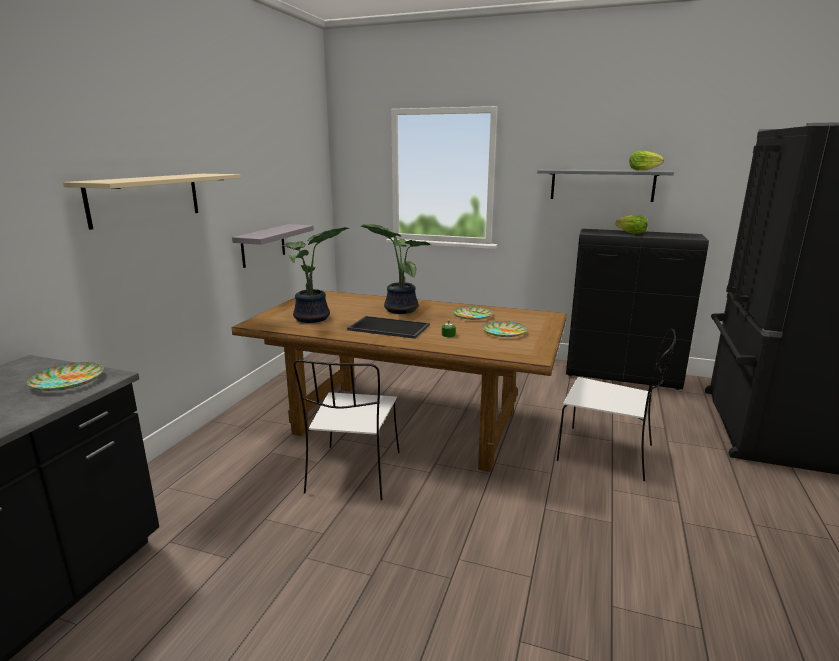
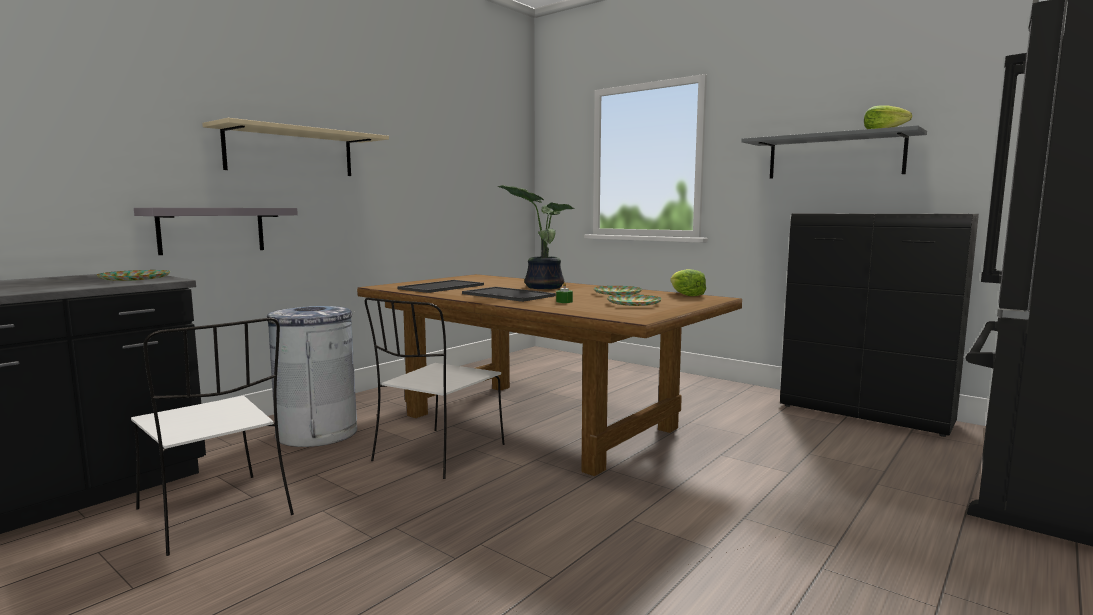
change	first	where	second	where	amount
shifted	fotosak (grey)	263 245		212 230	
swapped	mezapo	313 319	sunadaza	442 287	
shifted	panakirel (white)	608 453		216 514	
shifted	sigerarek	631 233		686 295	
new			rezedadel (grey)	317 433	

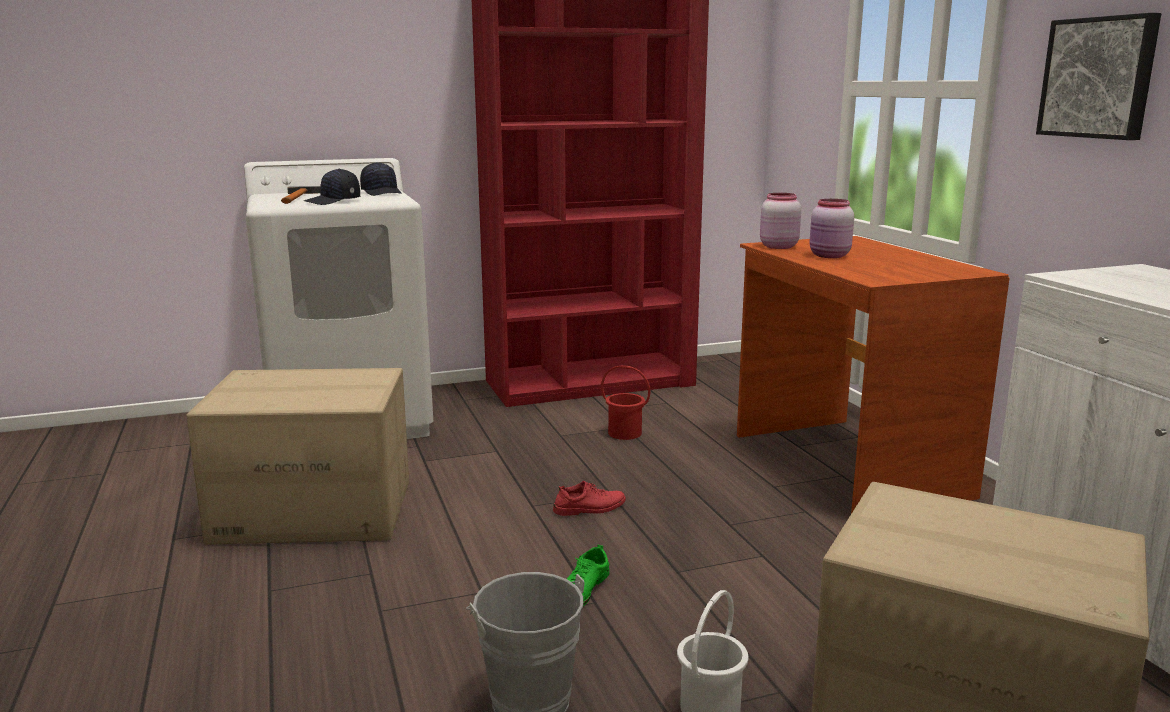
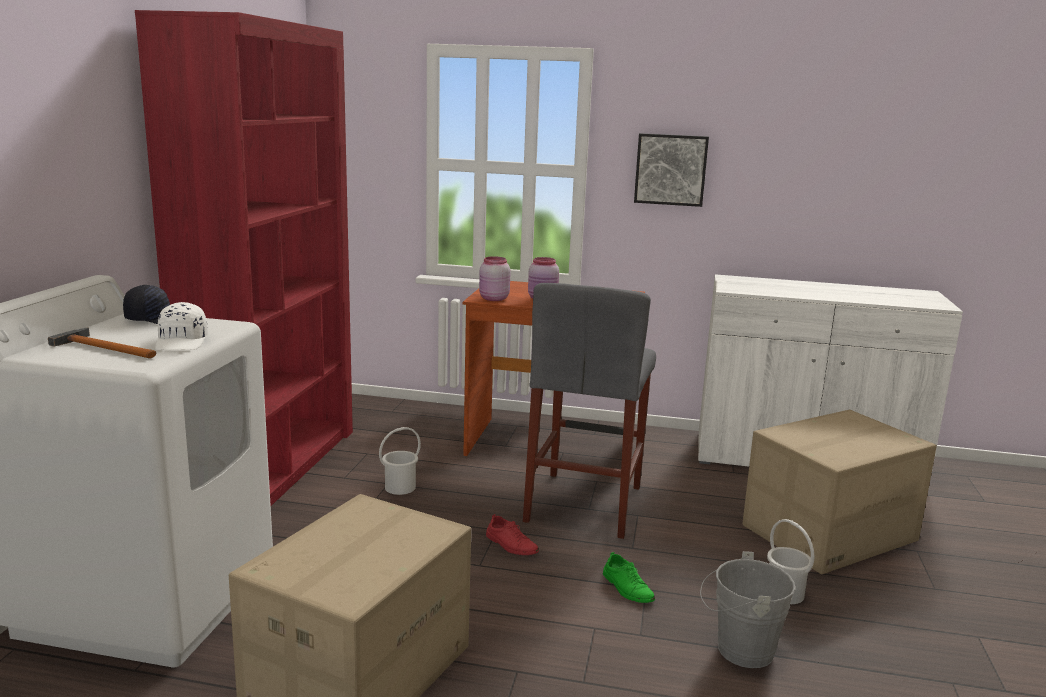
change	first	where	second	where	amount
repainted	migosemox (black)	333 201	migosemox (white)	182 342	
rotated	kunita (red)	590 508		511 545	120 degrees clockwise
repainted	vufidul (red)	624 433	vufidul (white)	399 487	
new			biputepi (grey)	584 503	

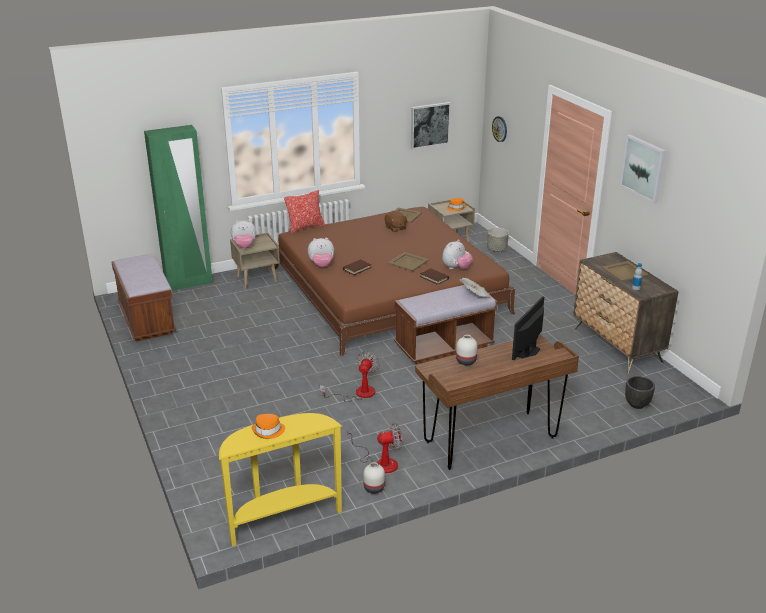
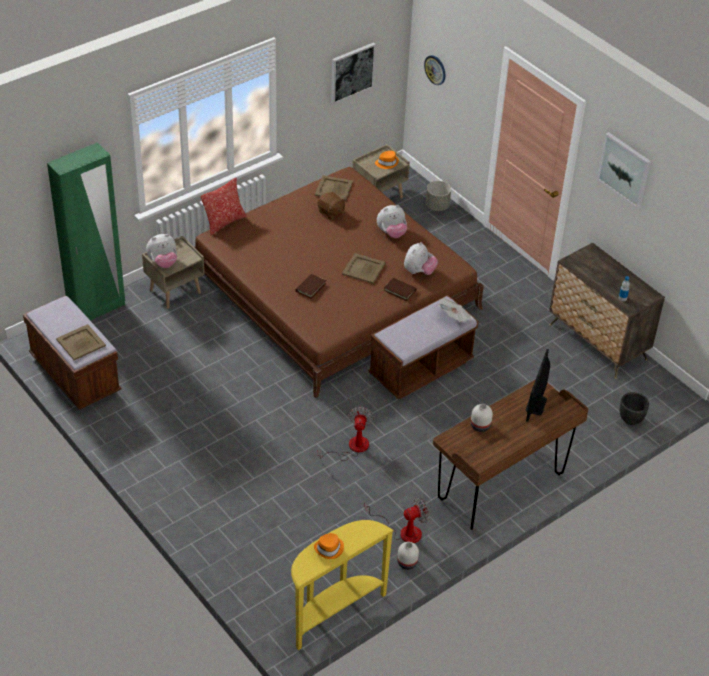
change	first	where	second	where	amount
shifted	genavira	321 265		391 233	
shifted	sunadaza (beige)	624 272		80 343	

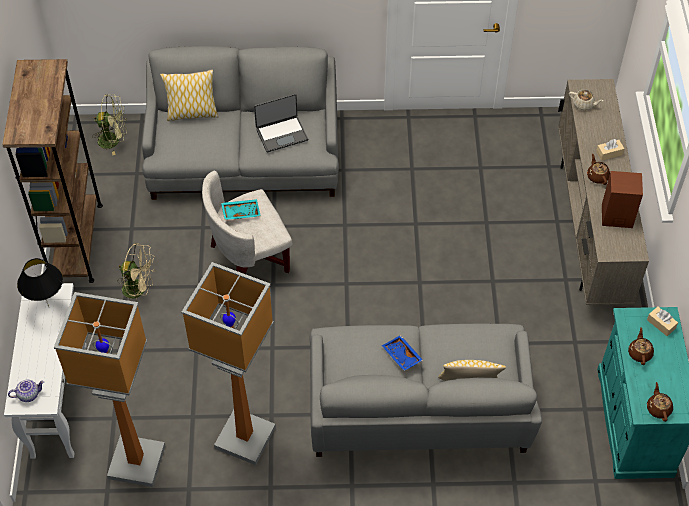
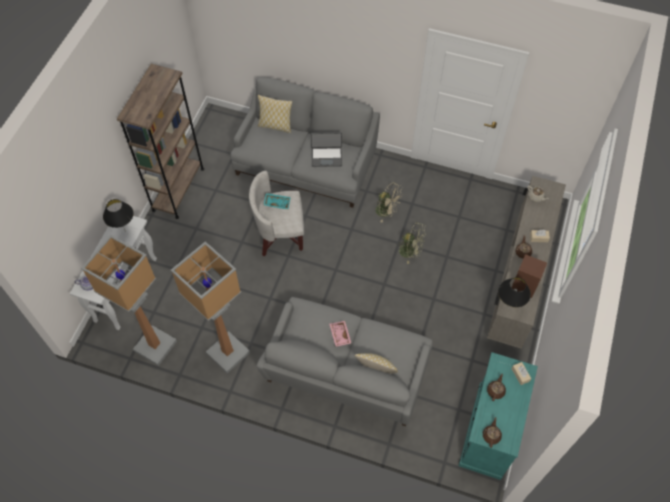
change	first	where	second	where	amount
shifted	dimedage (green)	113 140		410 251	
shifted	dimedage (beige)	139 289		386 211	
repainted	sunadaza (blue)	401 356	sunadaza (pink)	339 335	
new			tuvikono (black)	507 308	

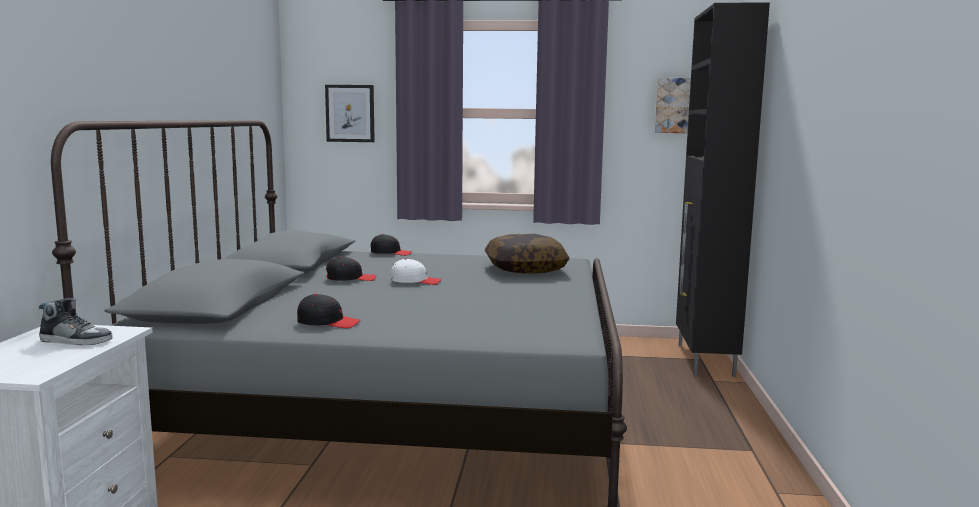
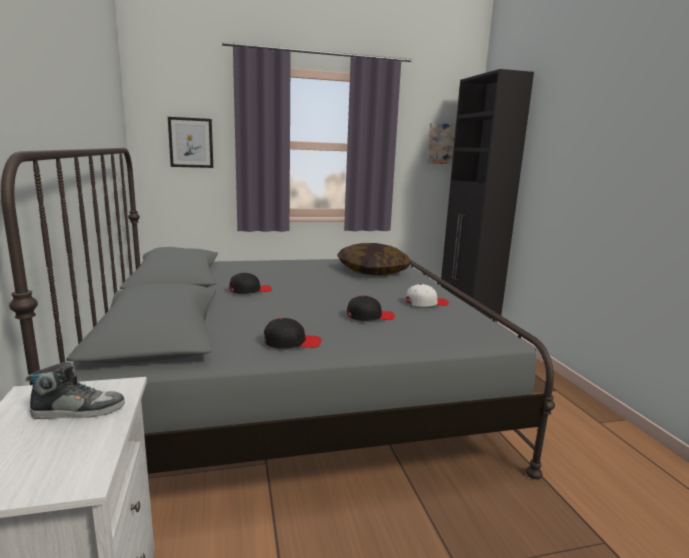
change	first	where	second	where	amount
shifted	migosemox (black)	390 253		370 317	
shifted	migosemox (white)	415 281		426 303	

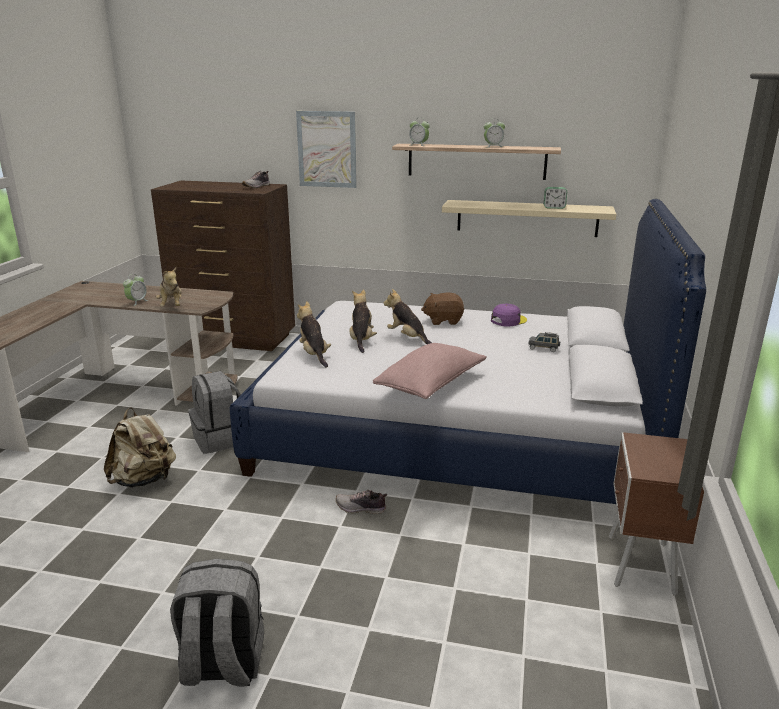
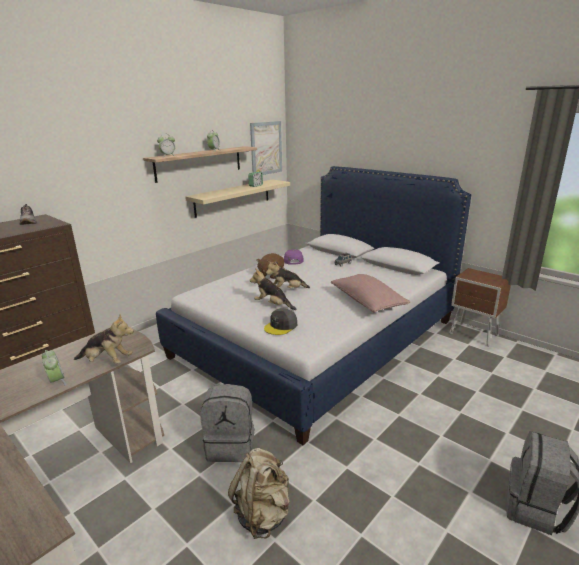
change	first	where	second	where	amount
shifted	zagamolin	327 149		266 148	
swapped	genavira	314 354	migosemox (grey)	281 326	
gone	kunita	361 508			

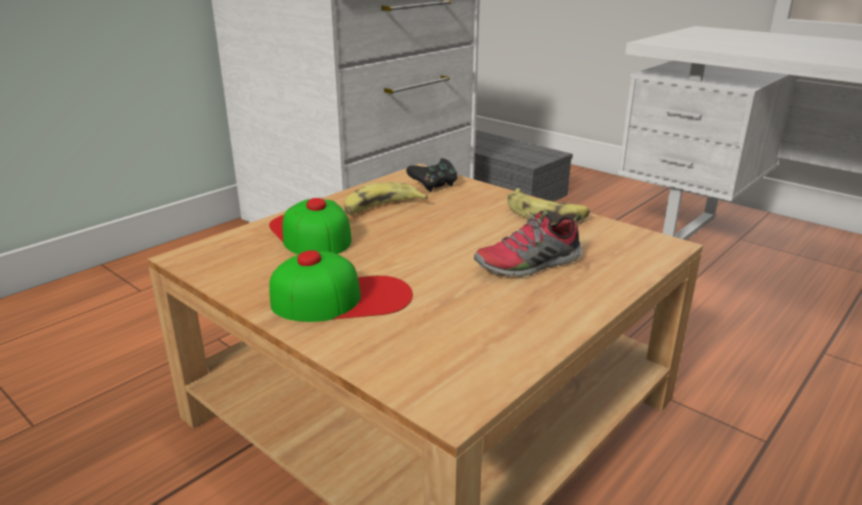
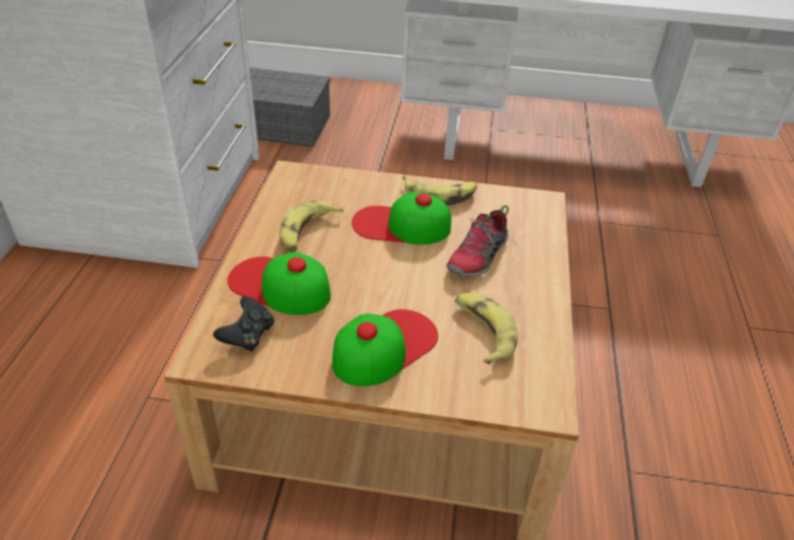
change	first	where	second	where	amount
shifted	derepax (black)	434 185		248 336	
new			migosemox	401 225	
new			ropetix	483 332	

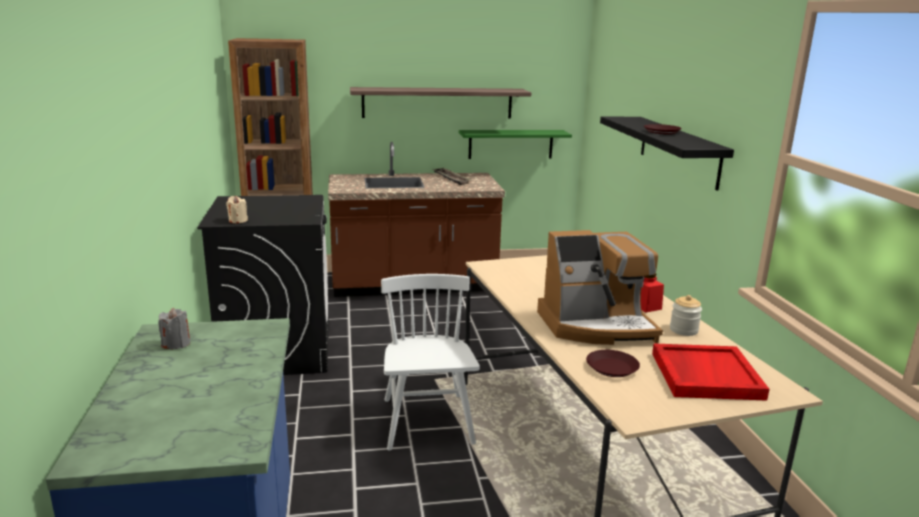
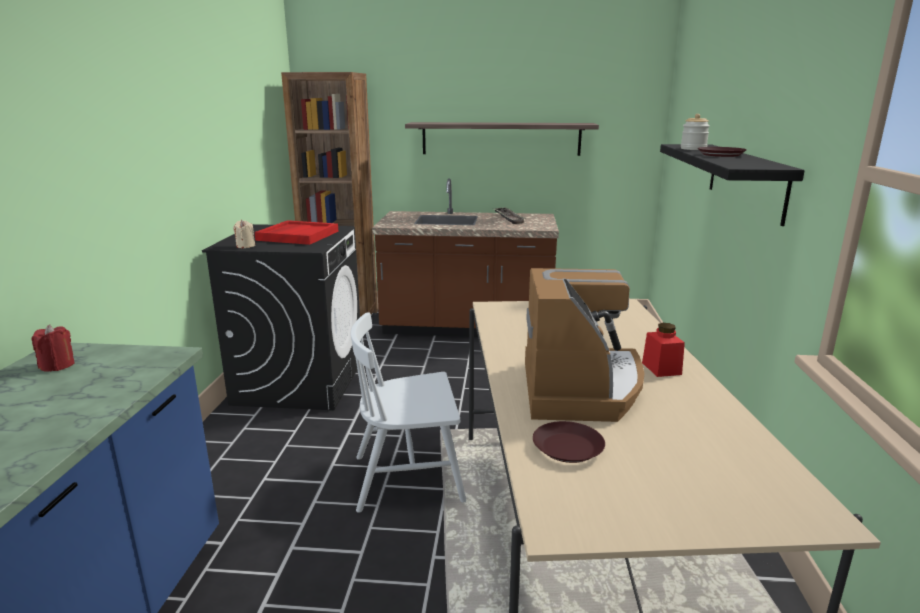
change	first	where	second	where	amount
repainted	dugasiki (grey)	176 344	dugasiki (red)	57 365	
rotated	panakirel (white)	427 422		409 478	105 degrees counterclockwise
gone	fotosak (green)	510 144			
rotated	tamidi	596 326		581 388	90 degrees counterclockwise
shifted	sunadaza (red)	705 375		298 235	
shifted	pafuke	683 330		693 149	

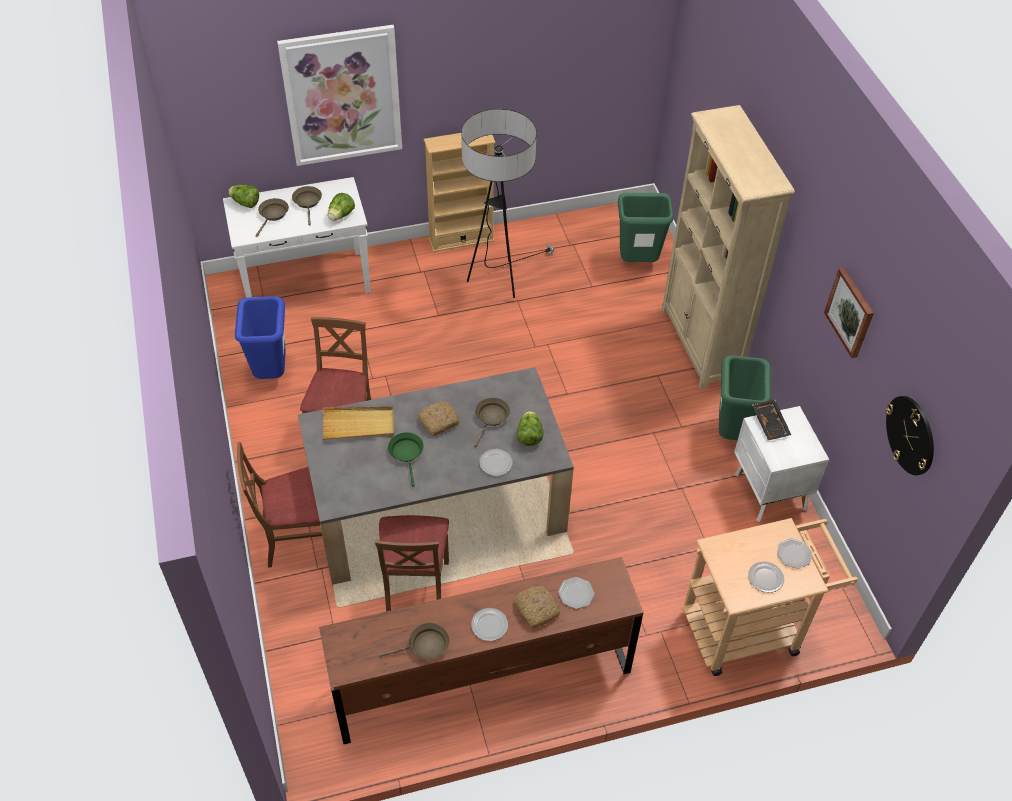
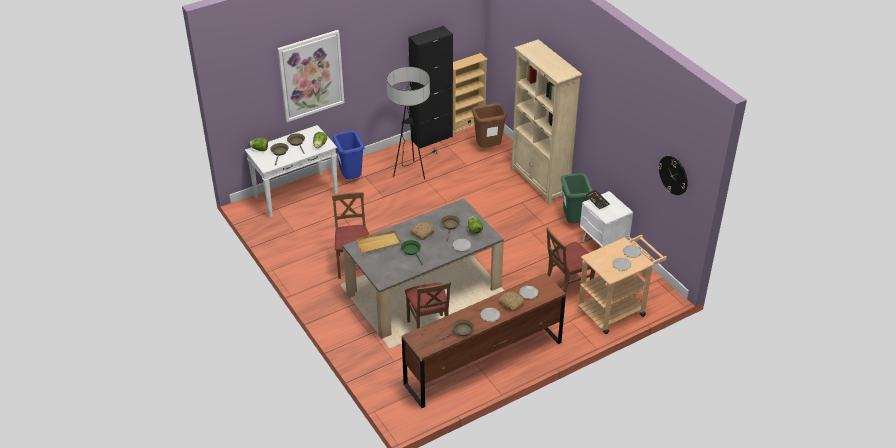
change	first	where	second	where	amount
shifted	rezedadel (blue)	271 374		351 179	
shifted	panakirel (brown)	297 539		567 288	
shifted	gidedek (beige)	461 239		466 124	
repainted	rezedadel (green)	638 263	rezedadel (brown)	488 148	
gone	zagamolin	850 312			
new			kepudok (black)	432 138	

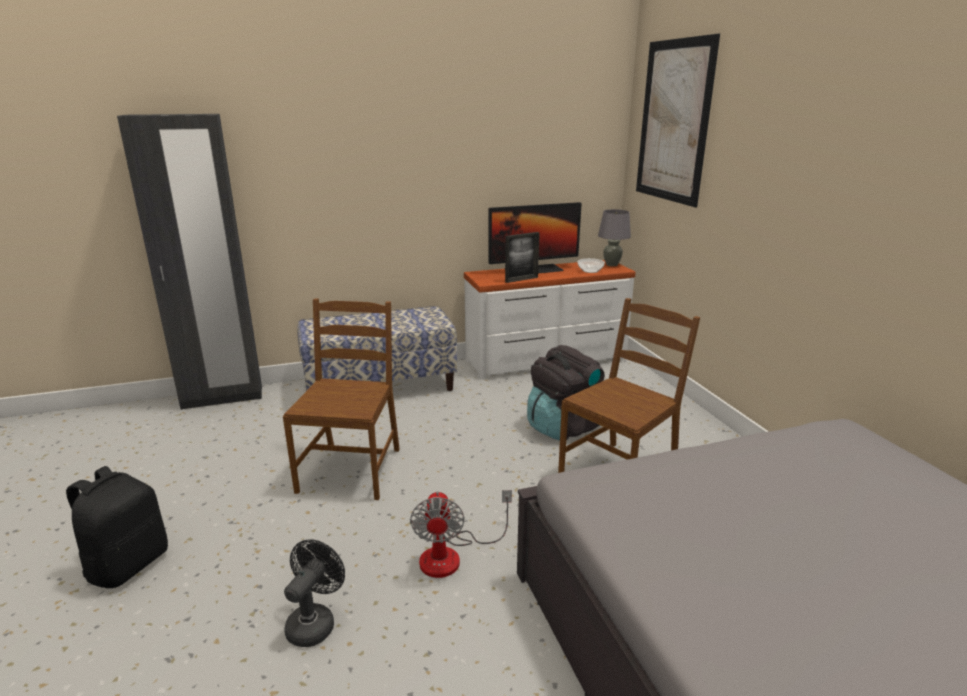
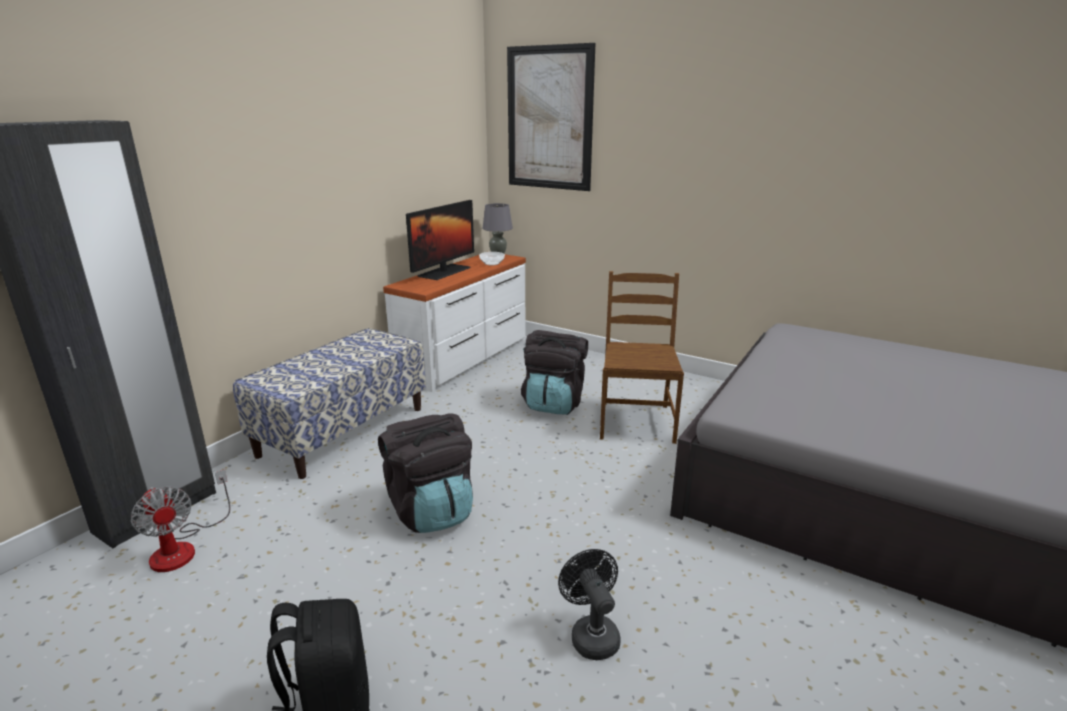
change	first	where	second	where	amount
swapped	panakirel (brown)	351 469	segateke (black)	431 510	
shifted	dimedage	452 555		183 547	
gone	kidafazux	521 279			

